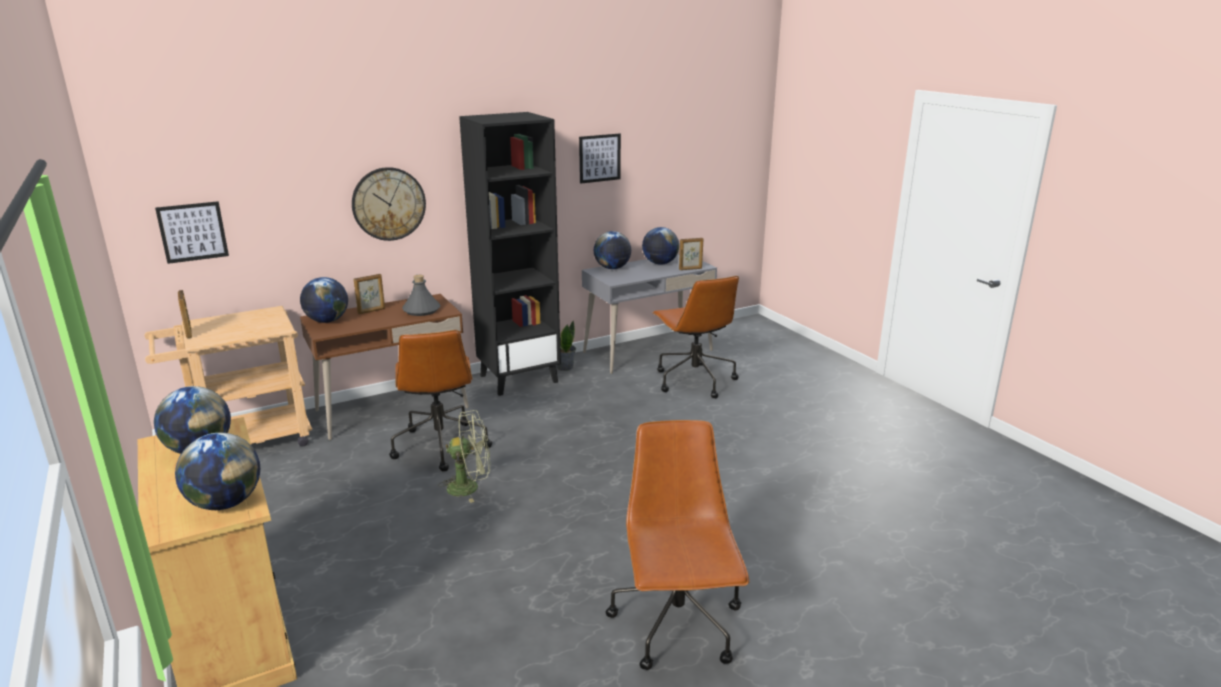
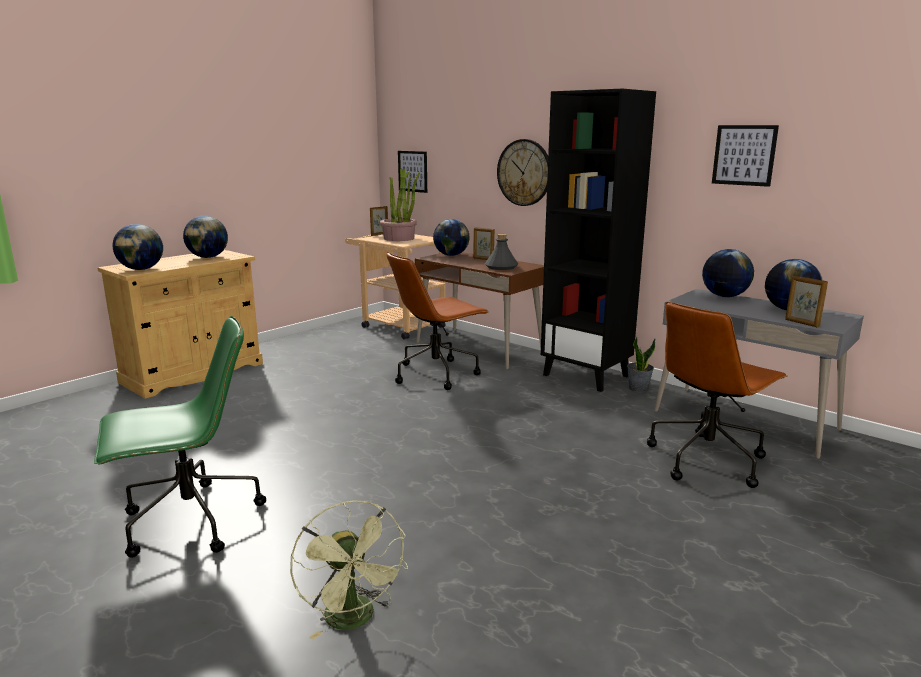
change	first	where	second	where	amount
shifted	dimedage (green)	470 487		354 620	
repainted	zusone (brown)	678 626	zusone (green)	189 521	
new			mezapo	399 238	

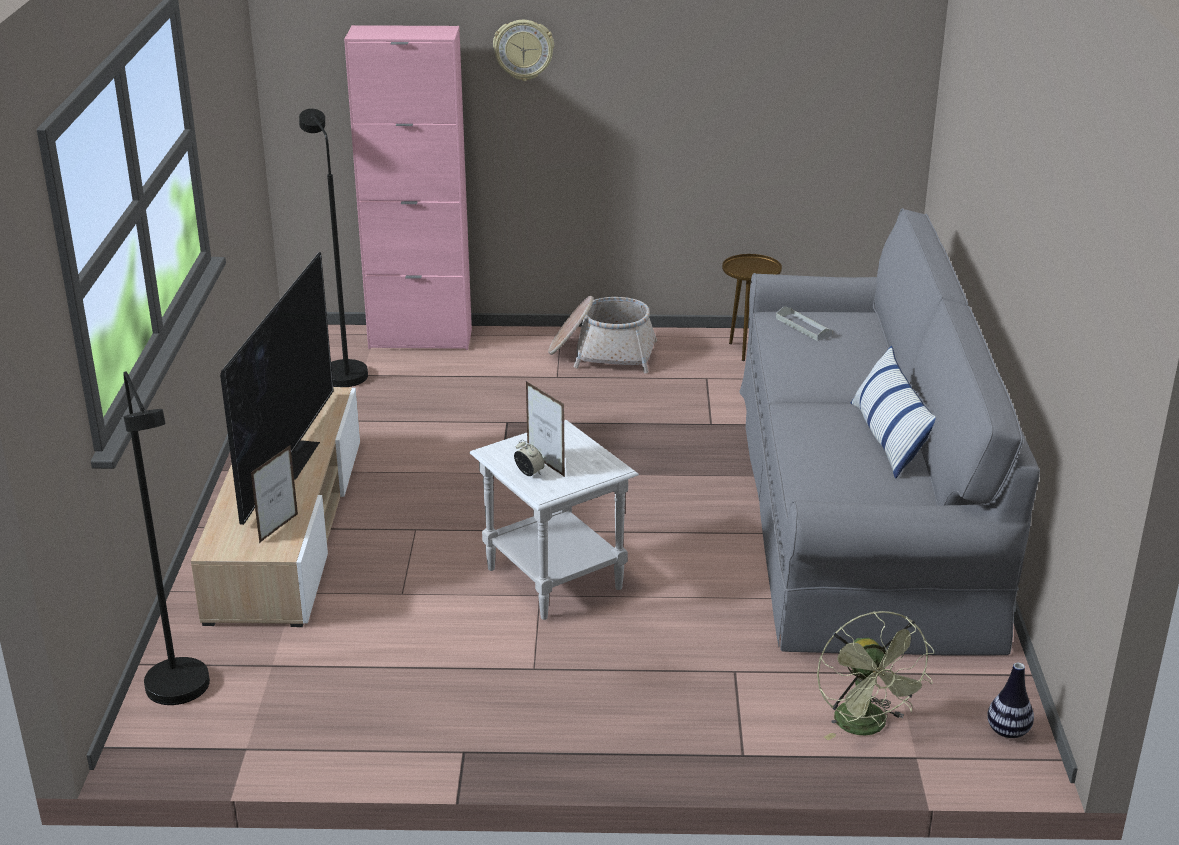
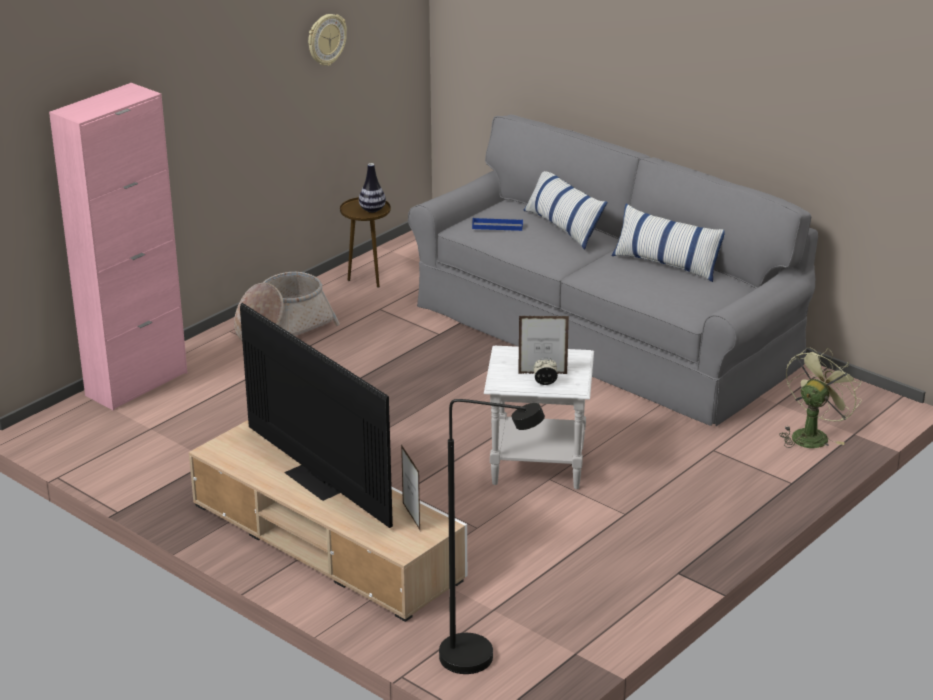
change	first	where	second	where	amount
gone	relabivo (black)	341 371			
shifted	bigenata	523 49		326 39	
repainted	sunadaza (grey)	803 327	sunadaza (blue)	497 226	
rotated	dimedage (green)	867 727		813 435	75 degrees counterclockwise
shifted	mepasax	1008 731		372 210	
new			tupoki	563 227	

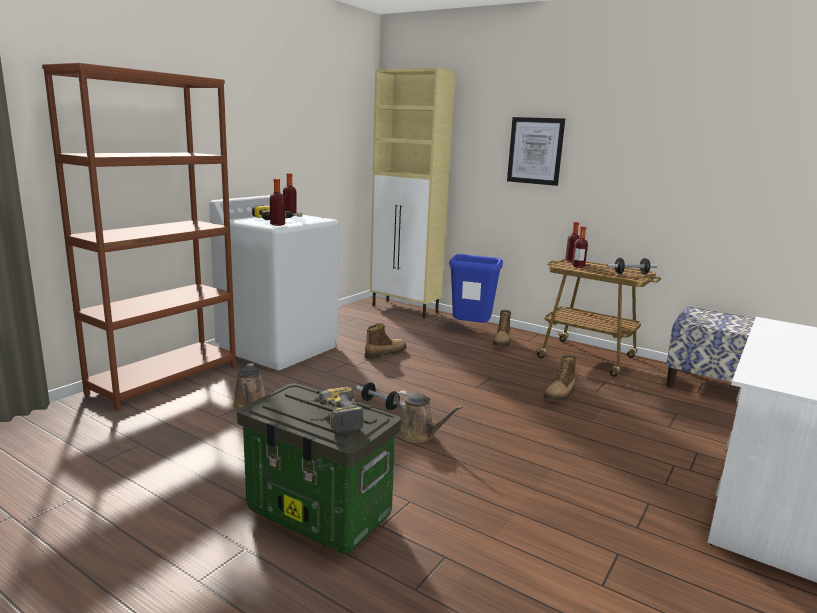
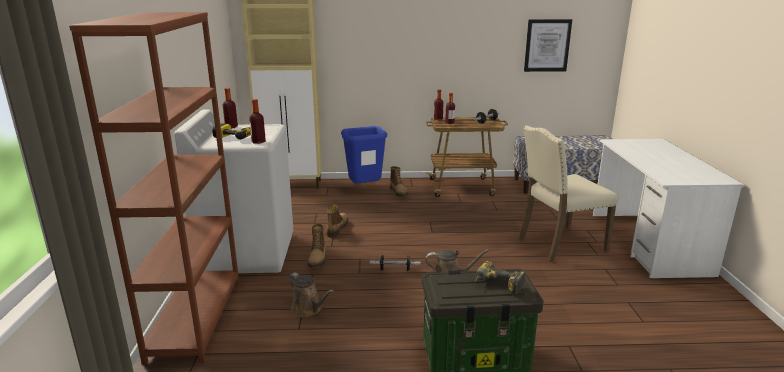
change	first	where	second	where	amount
shifted	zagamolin	535 151		547 45	
shifted	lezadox	560 395		318 259	
new			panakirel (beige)	559 244	

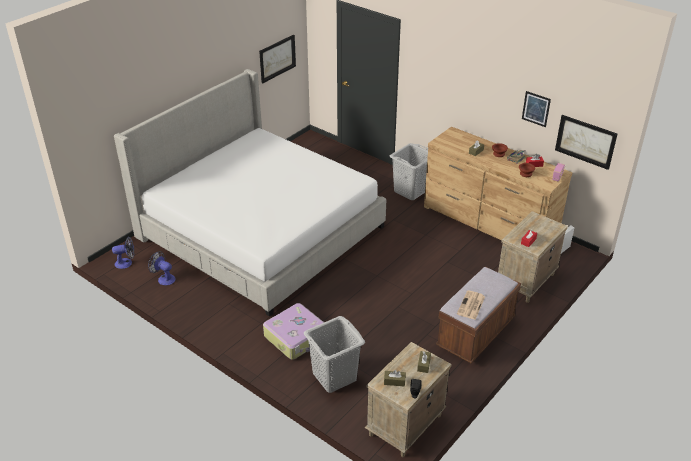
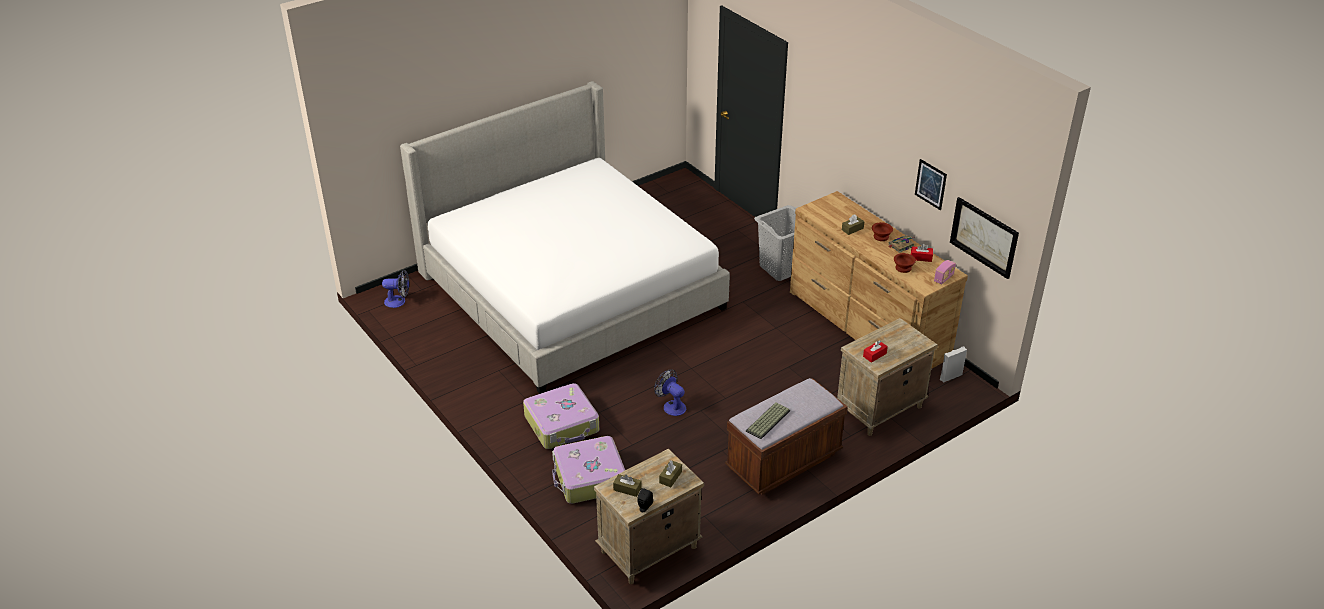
change	first	where	second	where	amount
shifted	dimedage	164 278		671 406	
gone	zagamolin	277 58			
swapped	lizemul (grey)	335 376	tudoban	589 478	
swapped	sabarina	471 306	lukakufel	768 422	

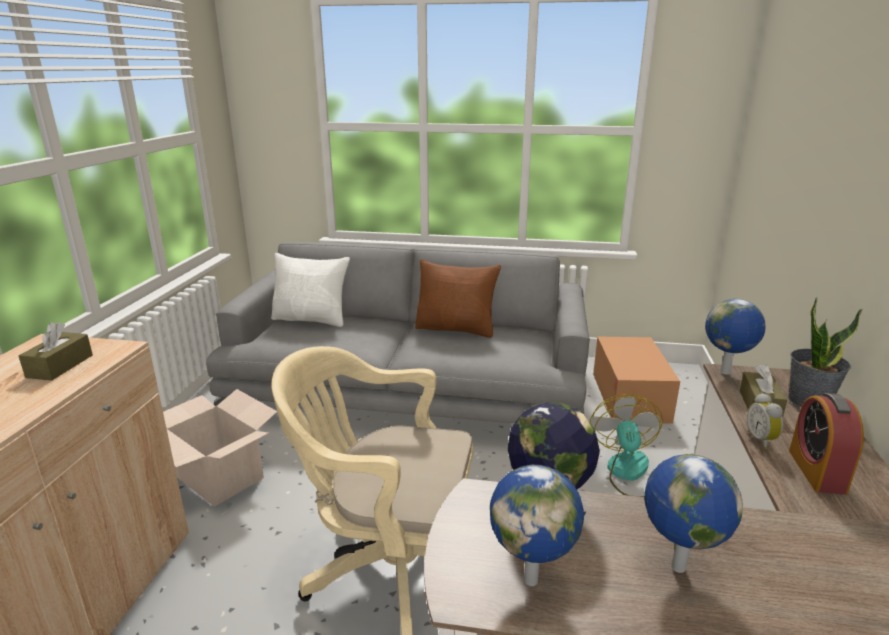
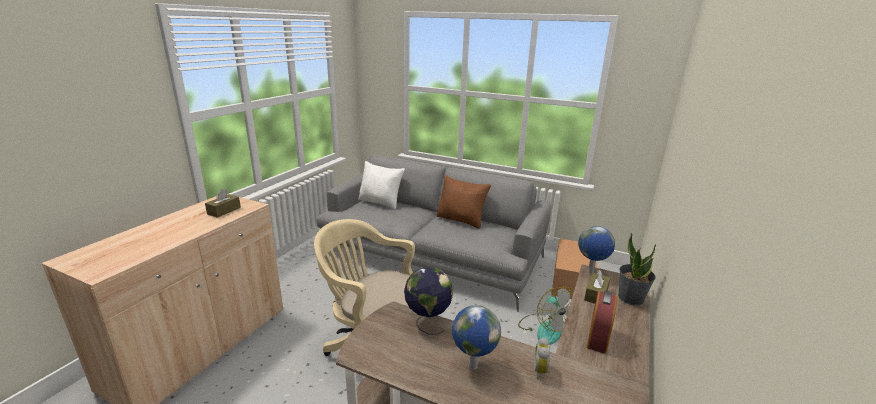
change	first	where	second	where	amount
gone	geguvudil	220 477			
gone	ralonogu	532 579			
rotated	dimedage	631 474		545 328	150 degrees clockwise
shifted	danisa	762 440		541 371	

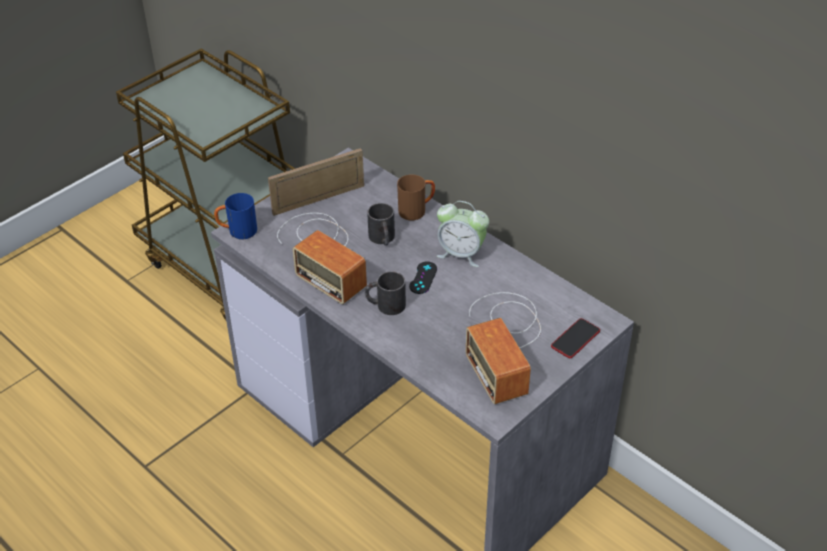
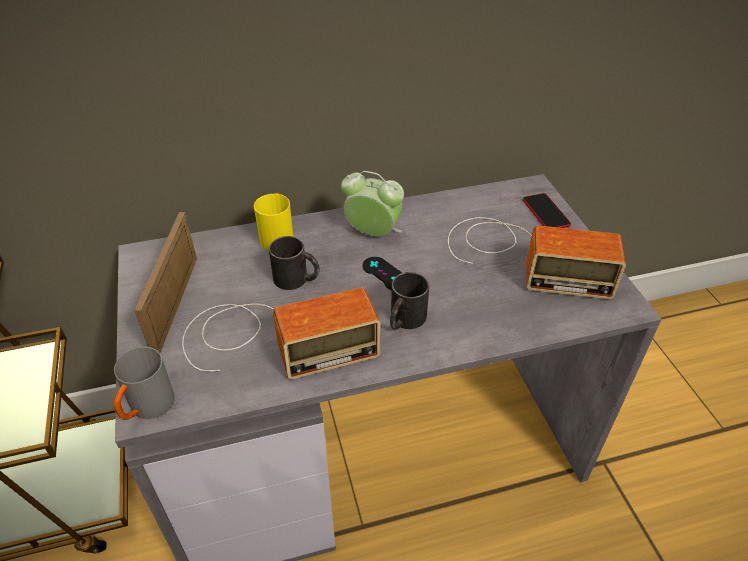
change	first	where	second	where	amount
repainted	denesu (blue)	237 231	denesu (grey)	147 409	
repainted	denesu (brown)	416 210	denesu (yellow)	278 236	
rotated	danisa	461 254		373 233	120 degrees counterclockwise

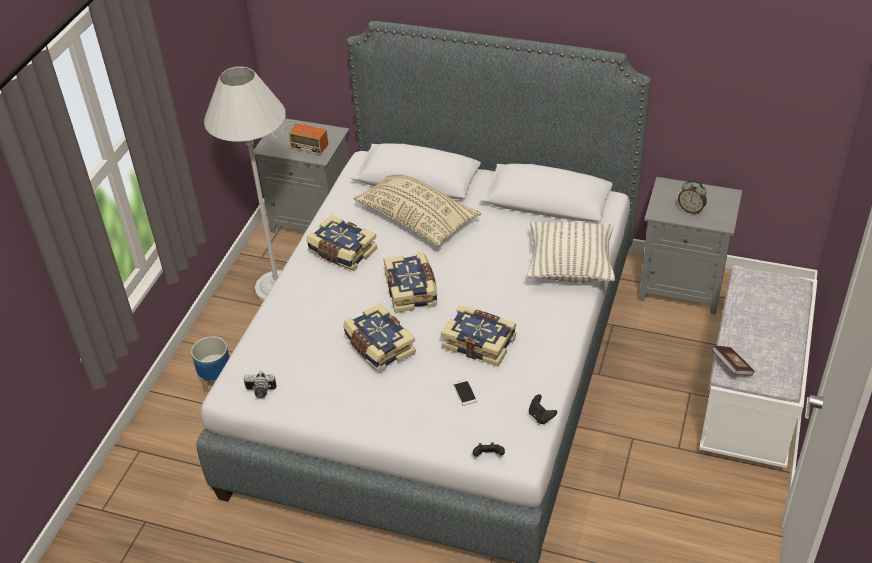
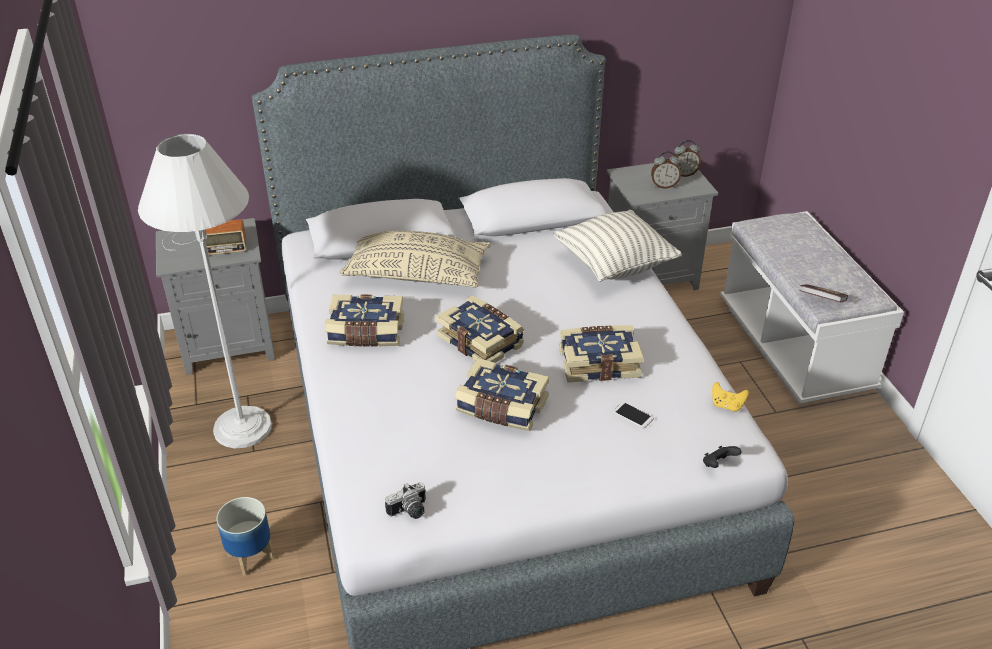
change	first	where	second	where	amount
repainted	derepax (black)	541 416	derepax (yellow)	727 405	
new			danisa	684 174	

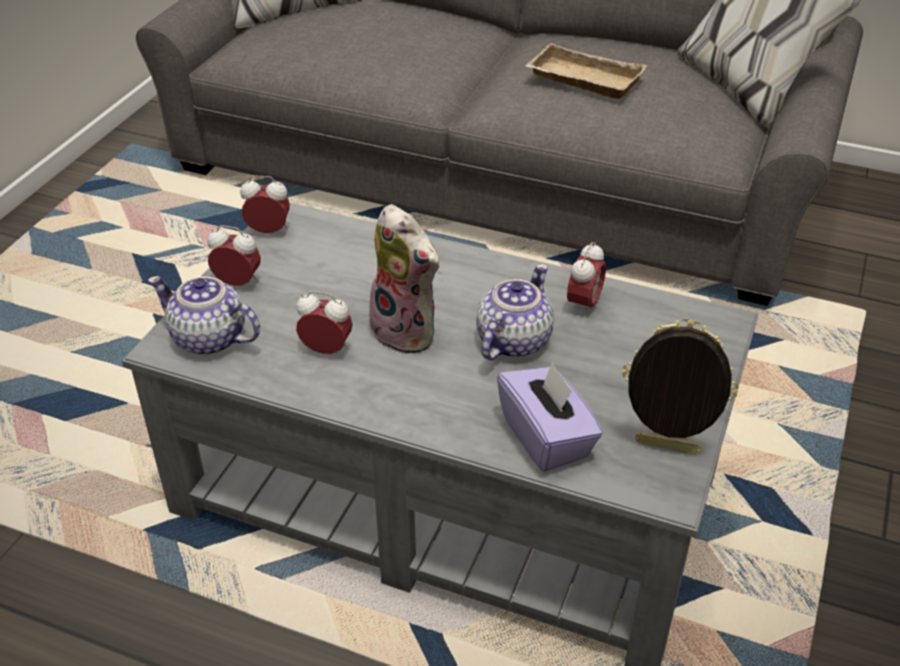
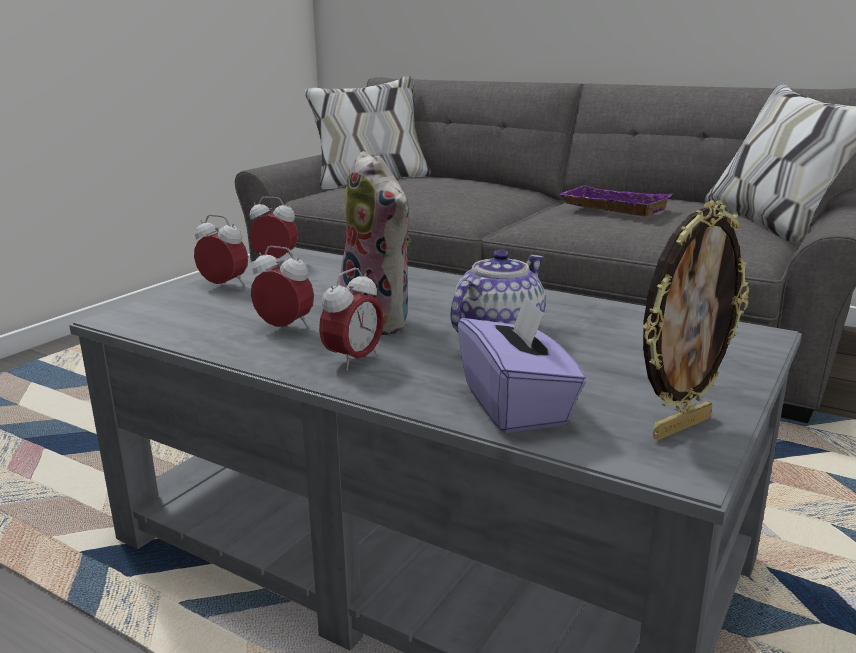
change	first	where	second	where	amount
gone	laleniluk	209 339			
repainted	sunadaza (beige)	581 80	sunadaza (purple)	611 208	
shifted	danisa	584 304		354 360	
rotated	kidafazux	666 449		679 426	120 degrees clockwise

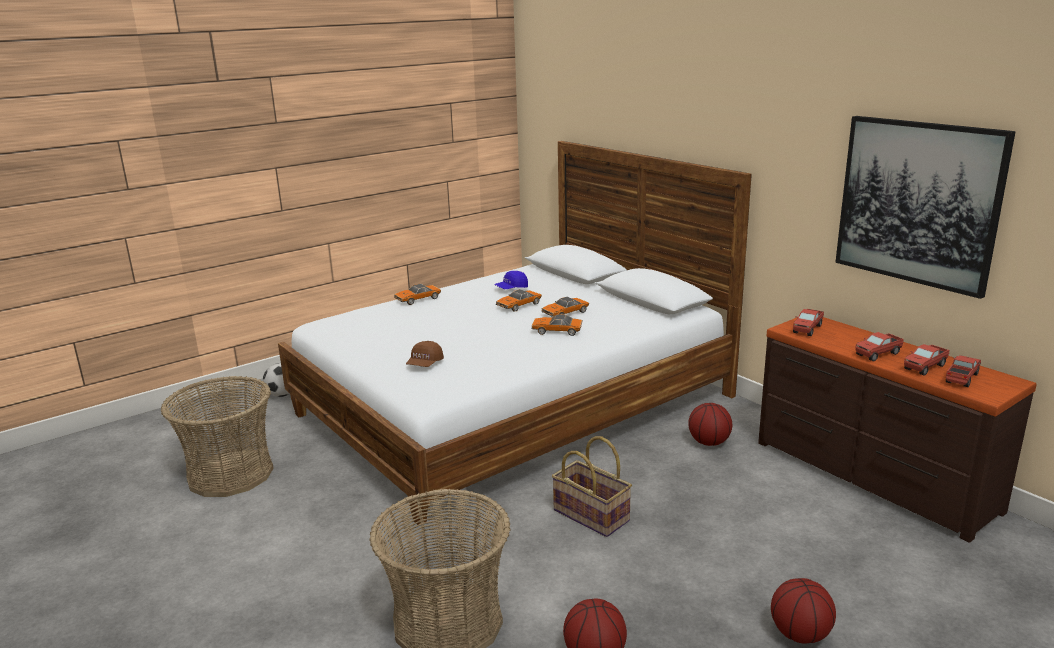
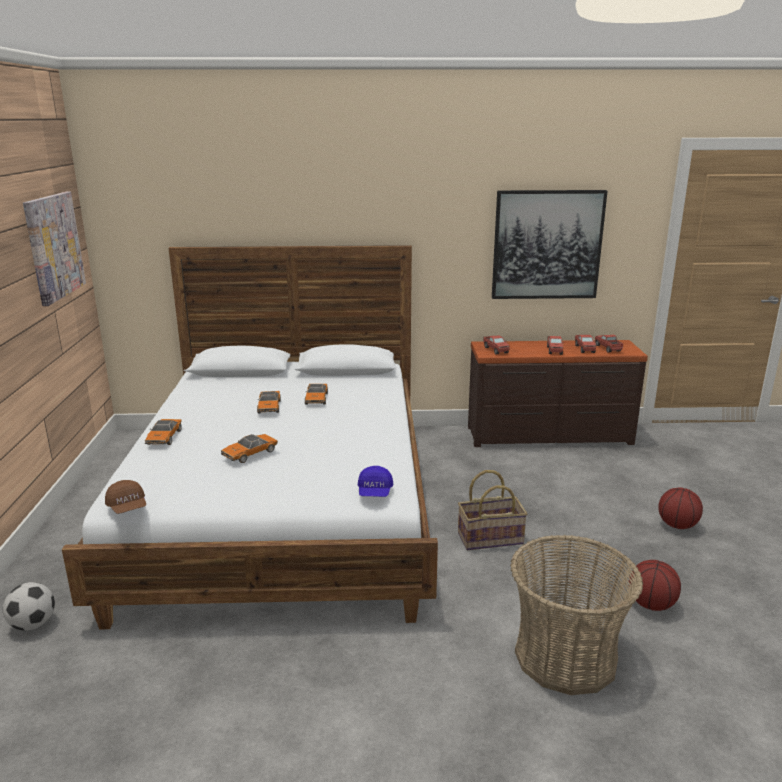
change	first	where	second	where	amount
gone	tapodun	230 474			
shifted	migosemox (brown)	425 364		127 507	
shifted	migosemox (blue)	511 288		375 492	
shifted	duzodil	557 331		250 454	
gone	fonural	709 442			
new			zagamolin	54 246	

